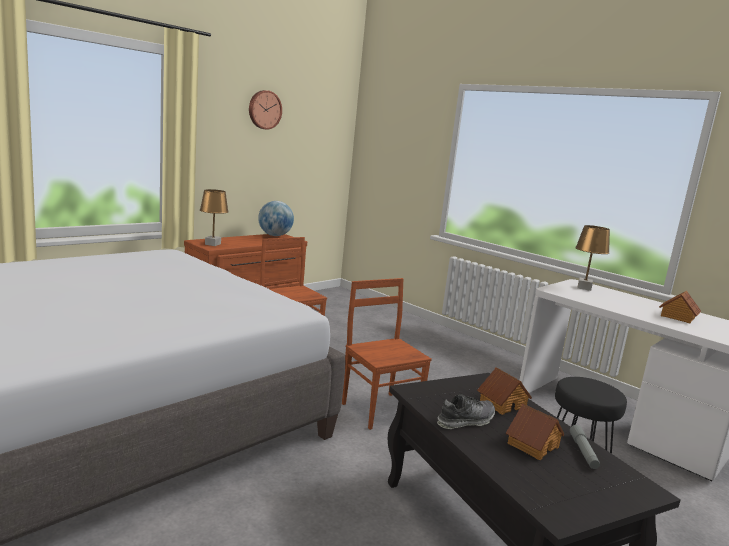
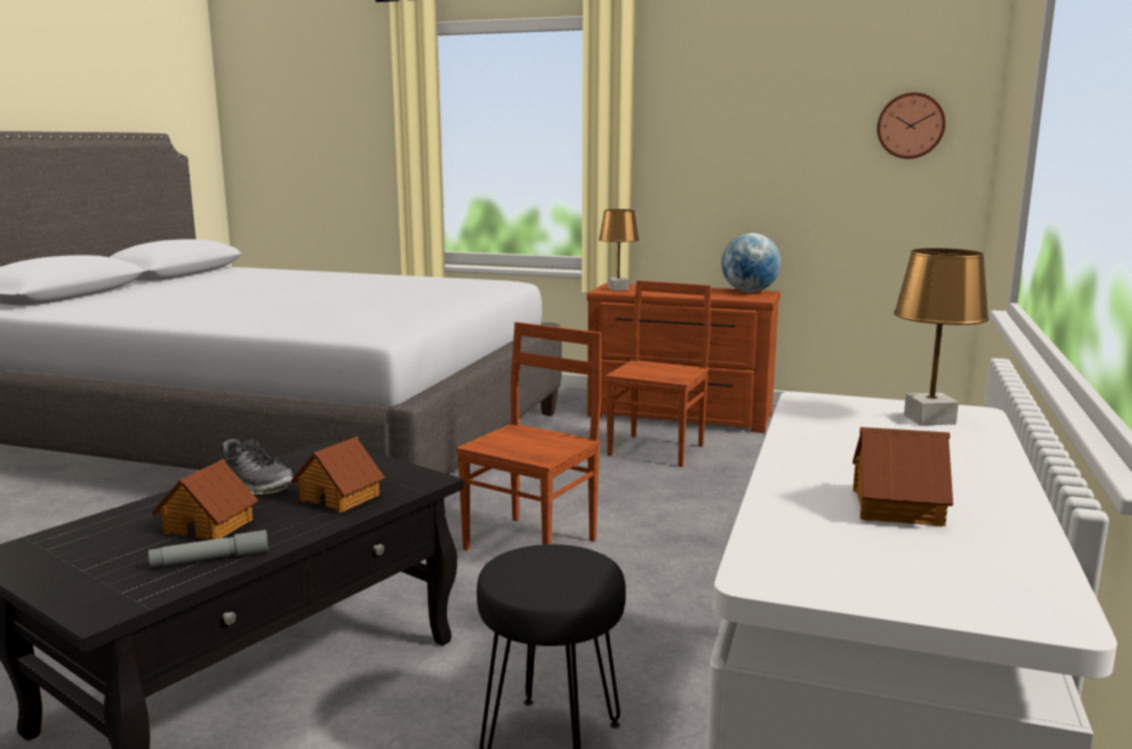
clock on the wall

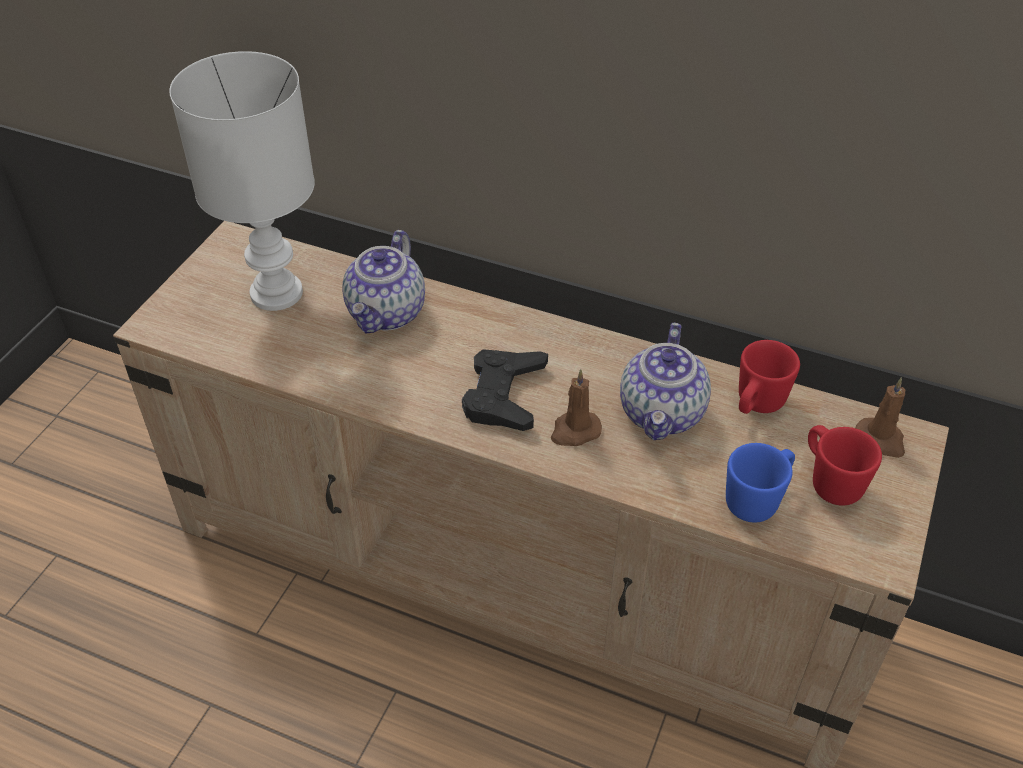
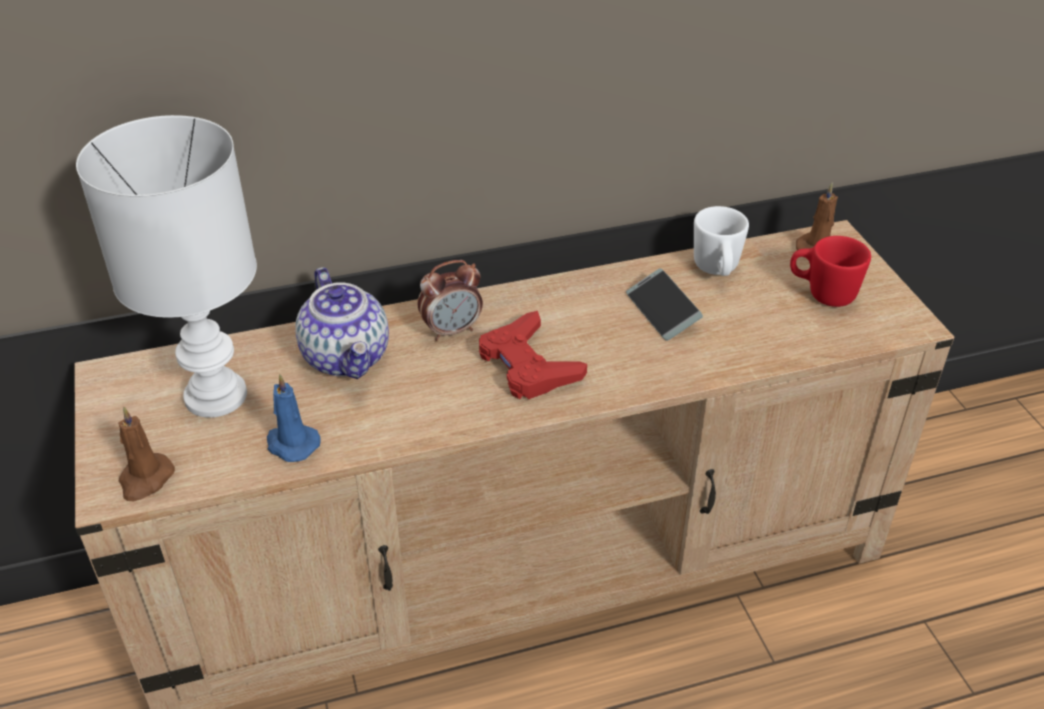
brownish wax candle (1st from left); blue-coloured wax candle; table clock; red joypad; handset; white-coloured tea mug; blue-coloured tea mug

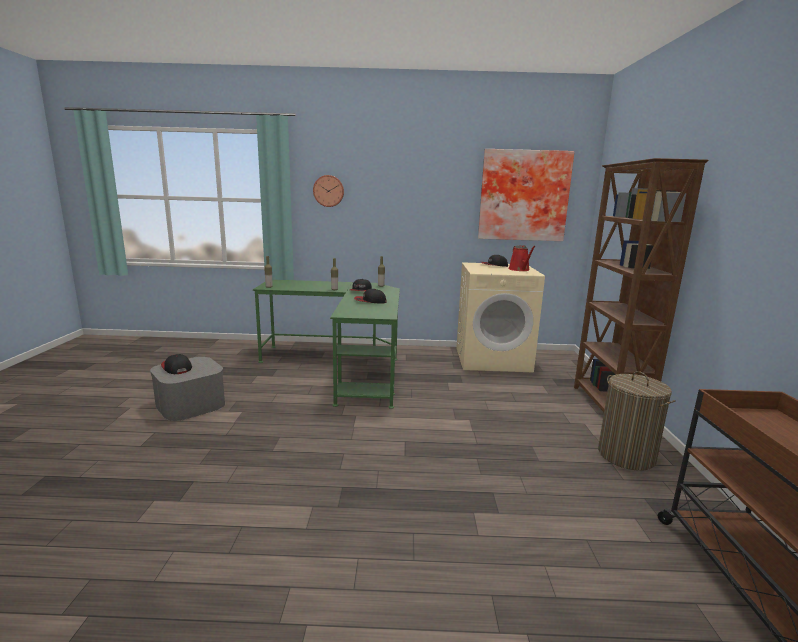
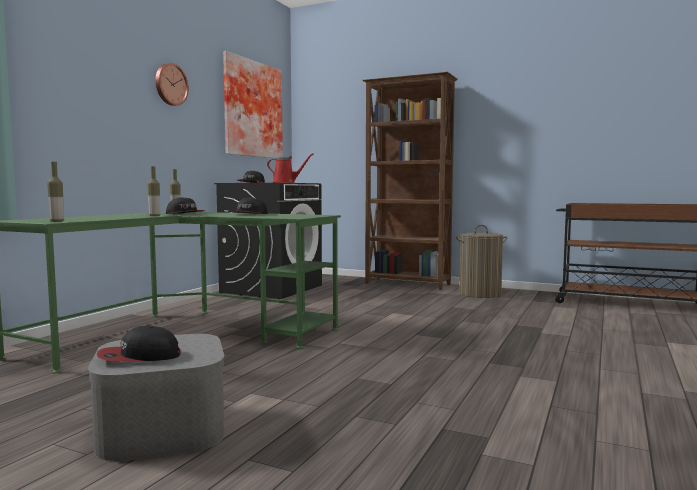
clock on the wall; blackish laundry machine

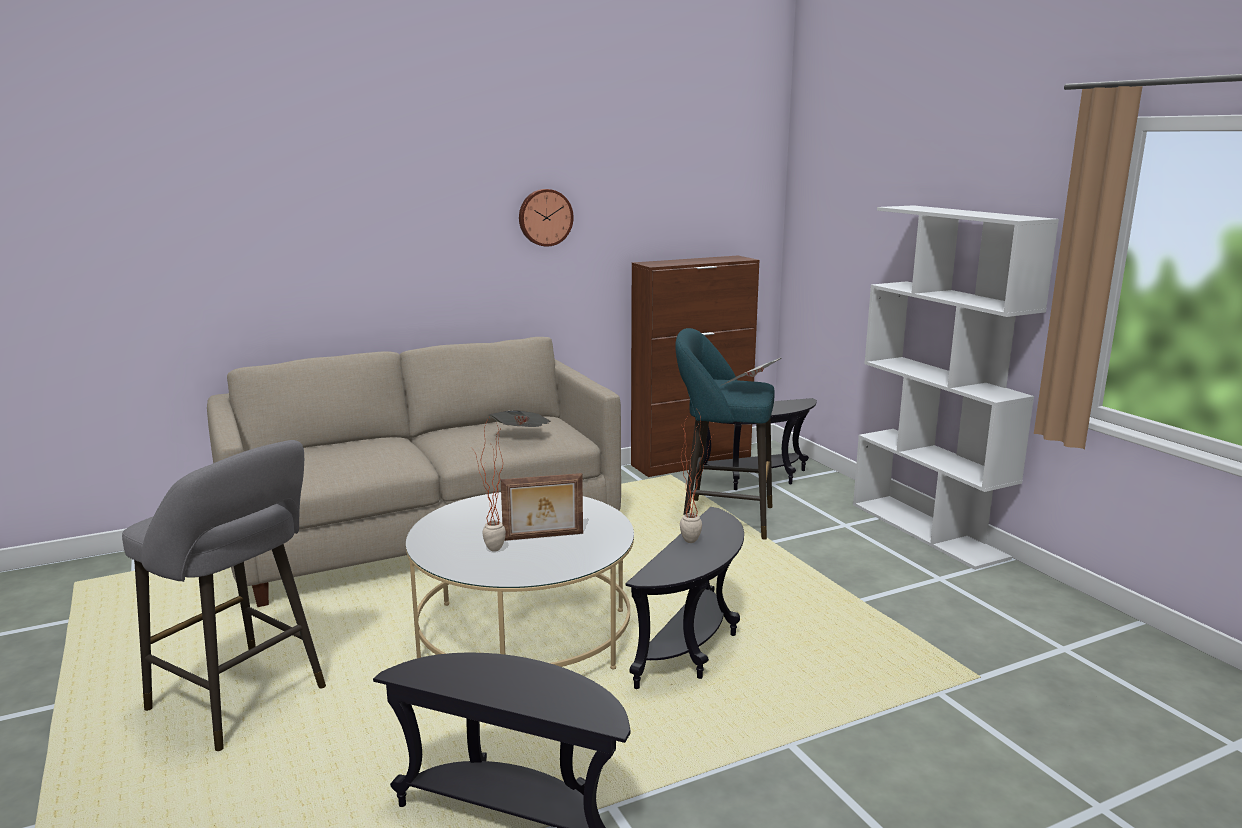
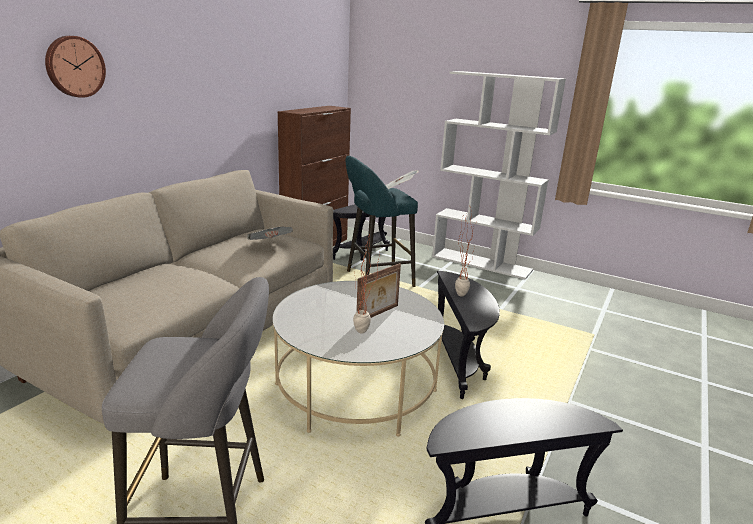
clock on the wall

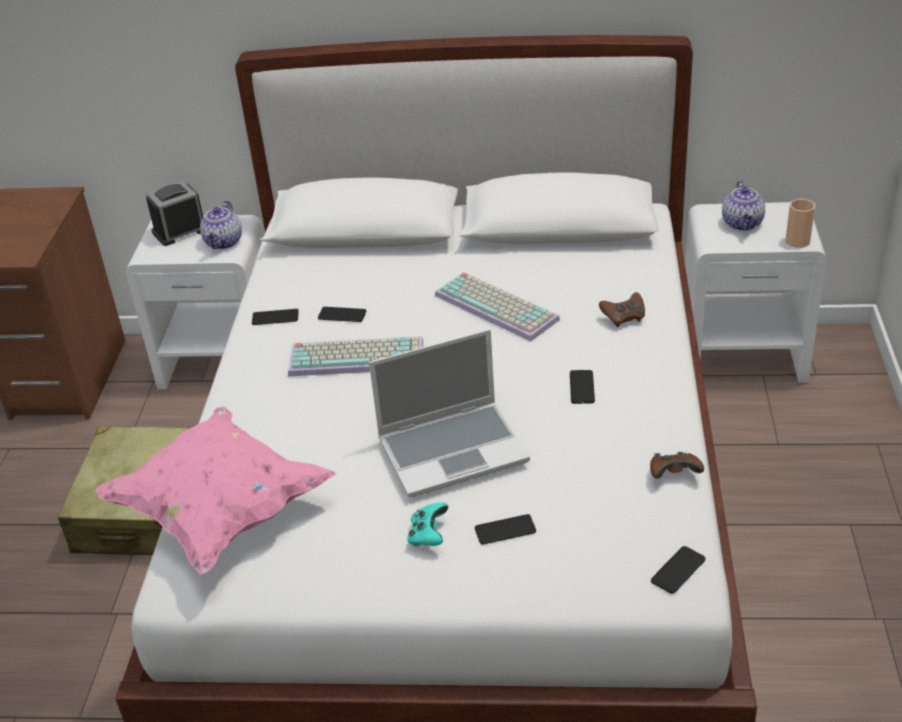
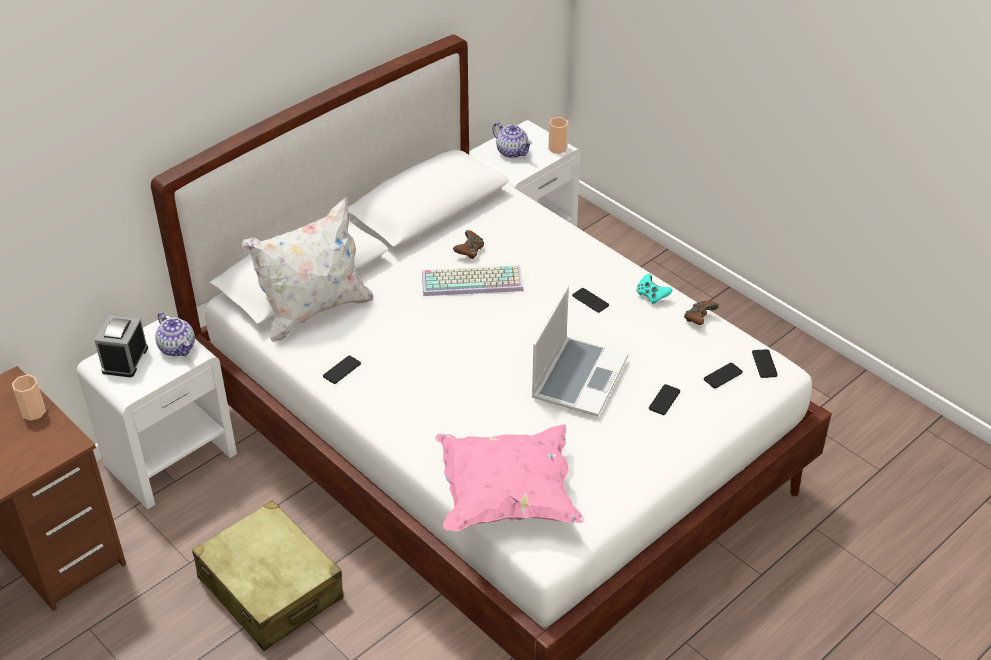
small cup (1st from left); white-coloured pillow; brownish joypad (1st from left); turquoise joypad; handset (4th from left); computer keyboard (1st from left in the first image)

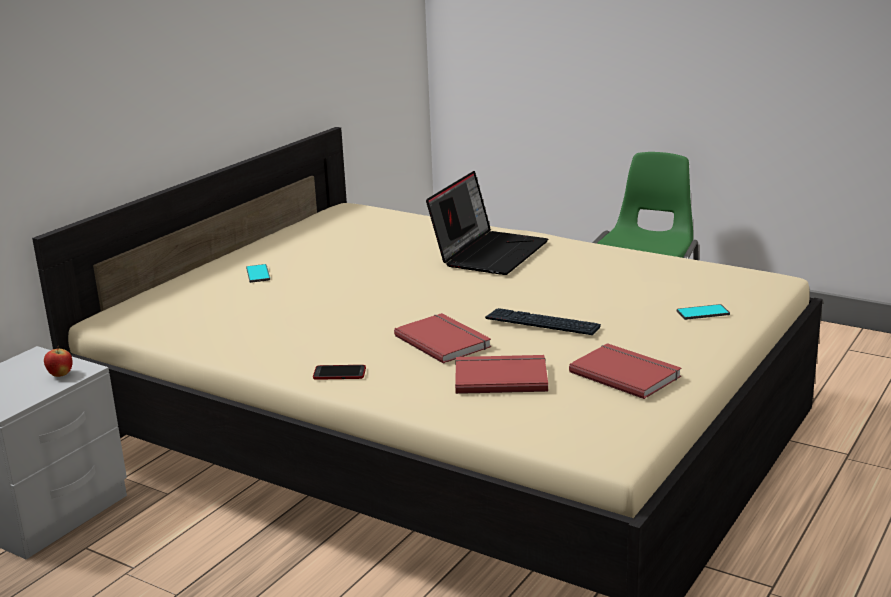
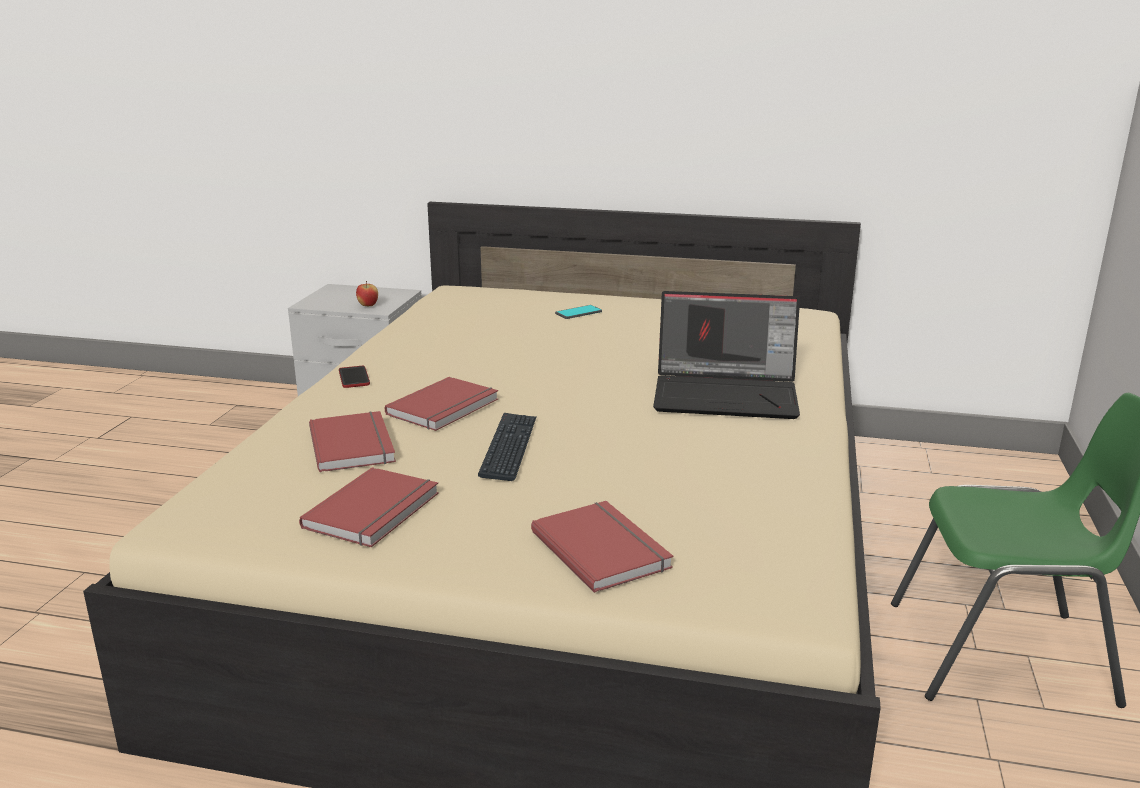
red volume (4th from left)

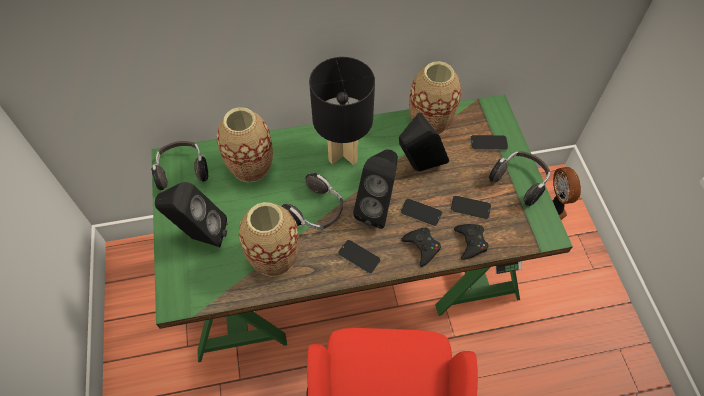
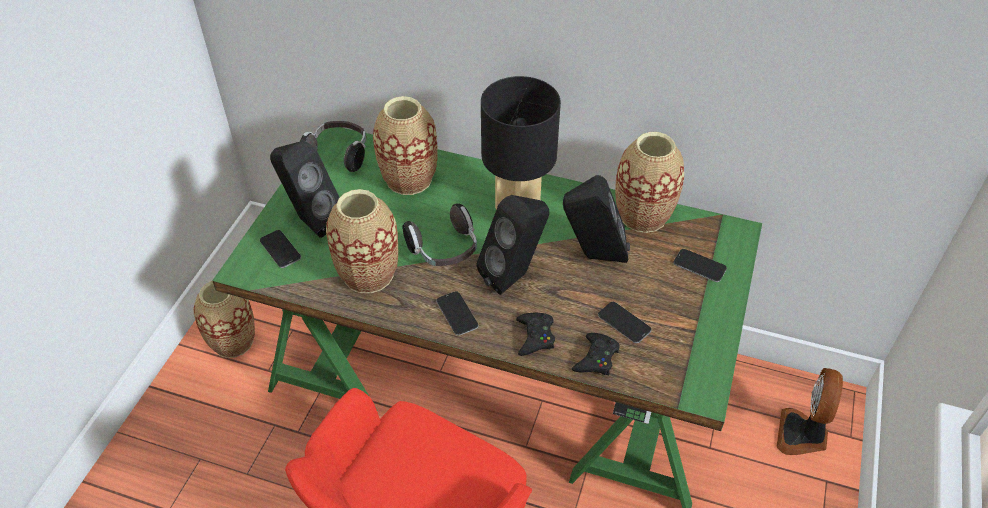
vase (1st from left); handset (1st from left); headphones (3rd from left in the first image)

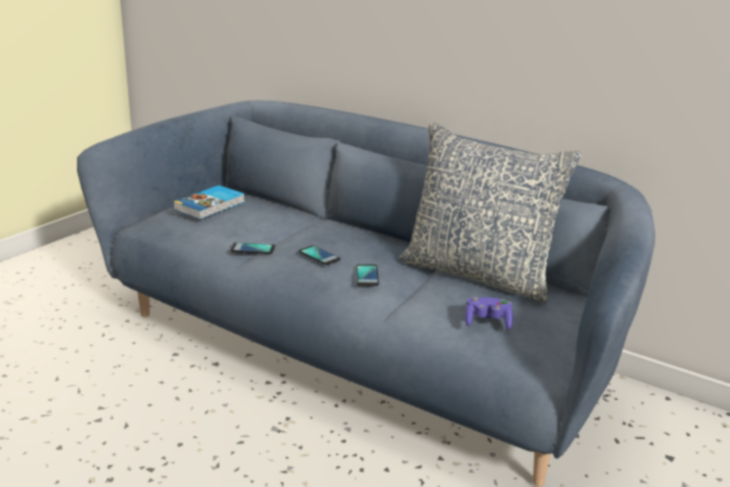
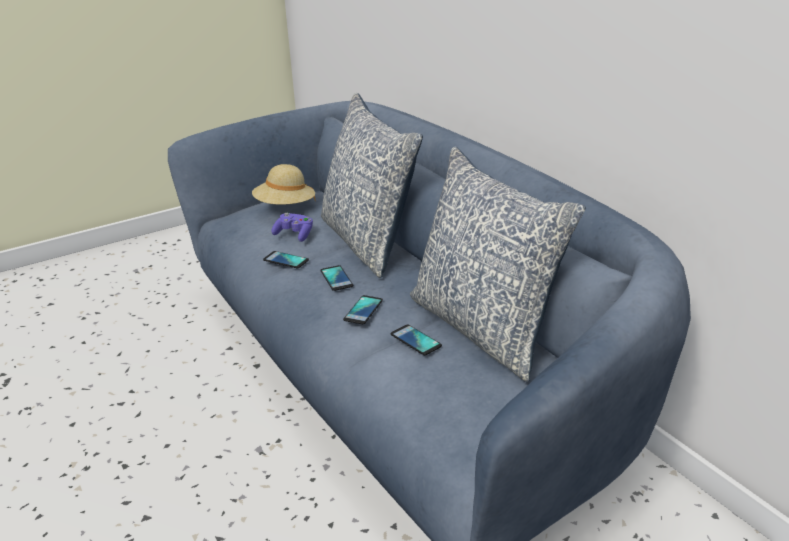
beige-coloured hat; purple-coloured joypad; pillow (1st from left); handset (4th from left)

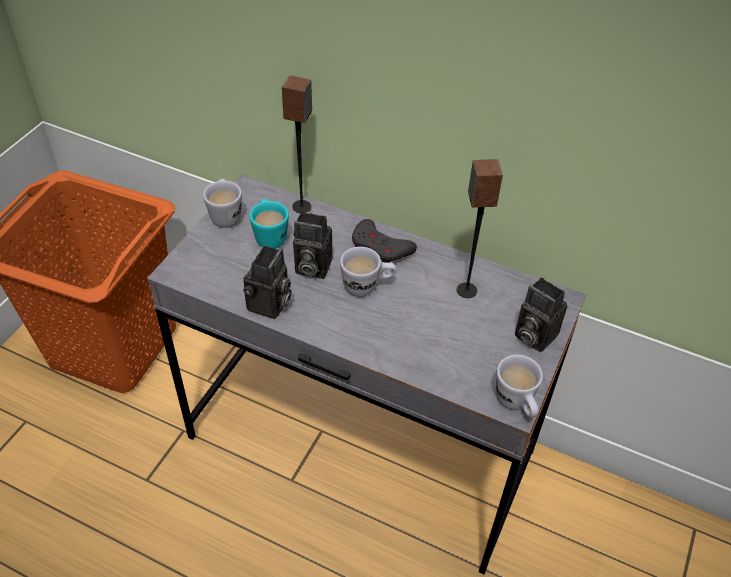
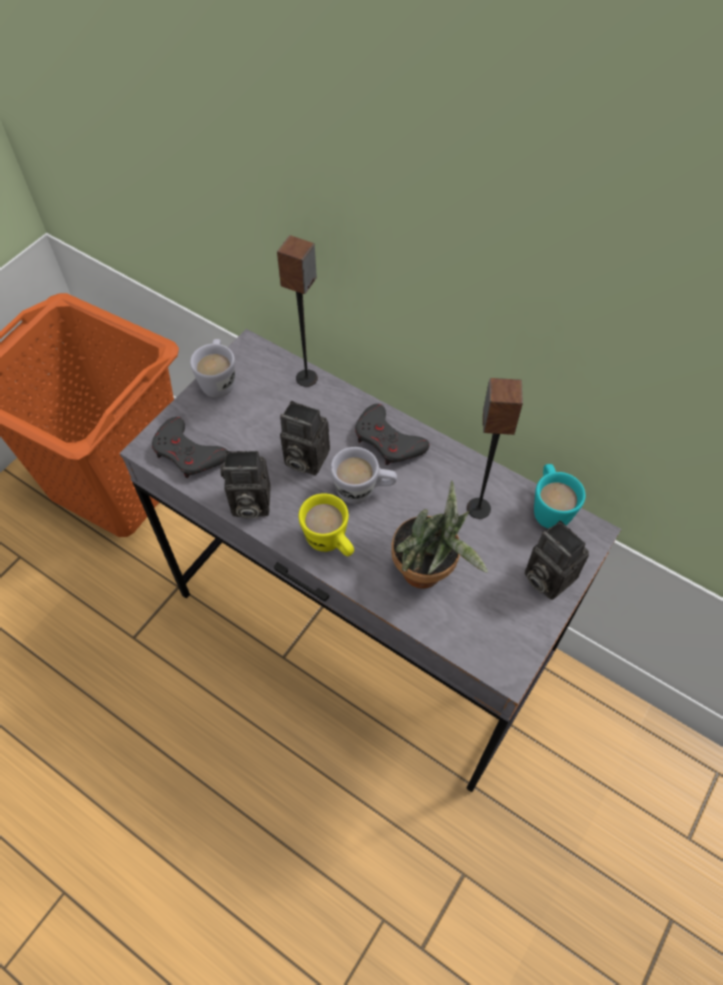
gray joypad (1st from left); photo camera (1st from left); yellow tea mug; potted plant; turquoise tea mug; white-coloured tea mug (3rd from left in the first image)

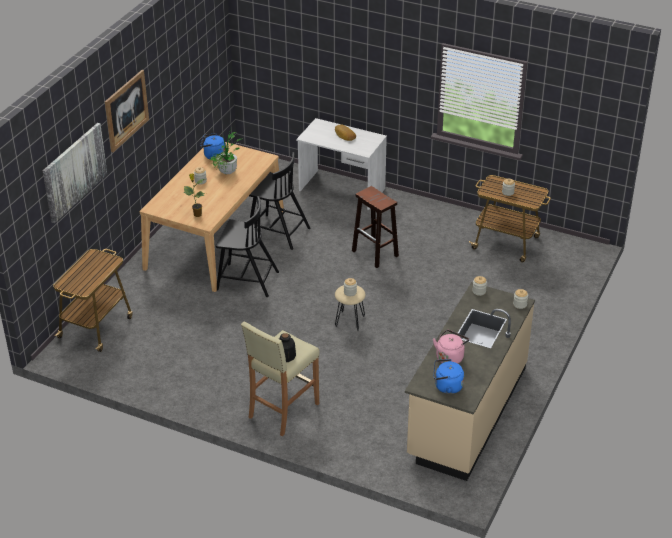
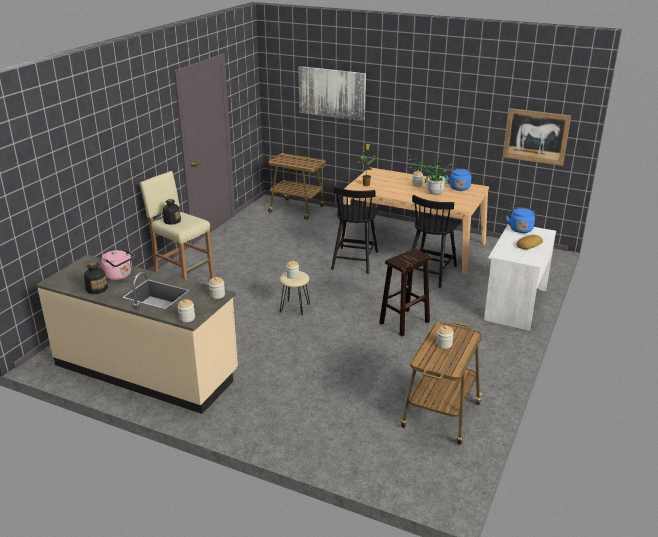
drink bottle (1st from left); wall picture (2nd from left); blue-coloured kettle (2nd from left)

